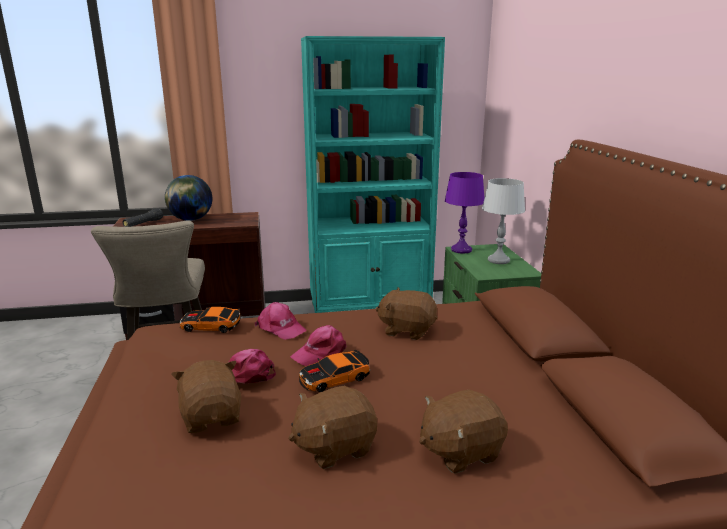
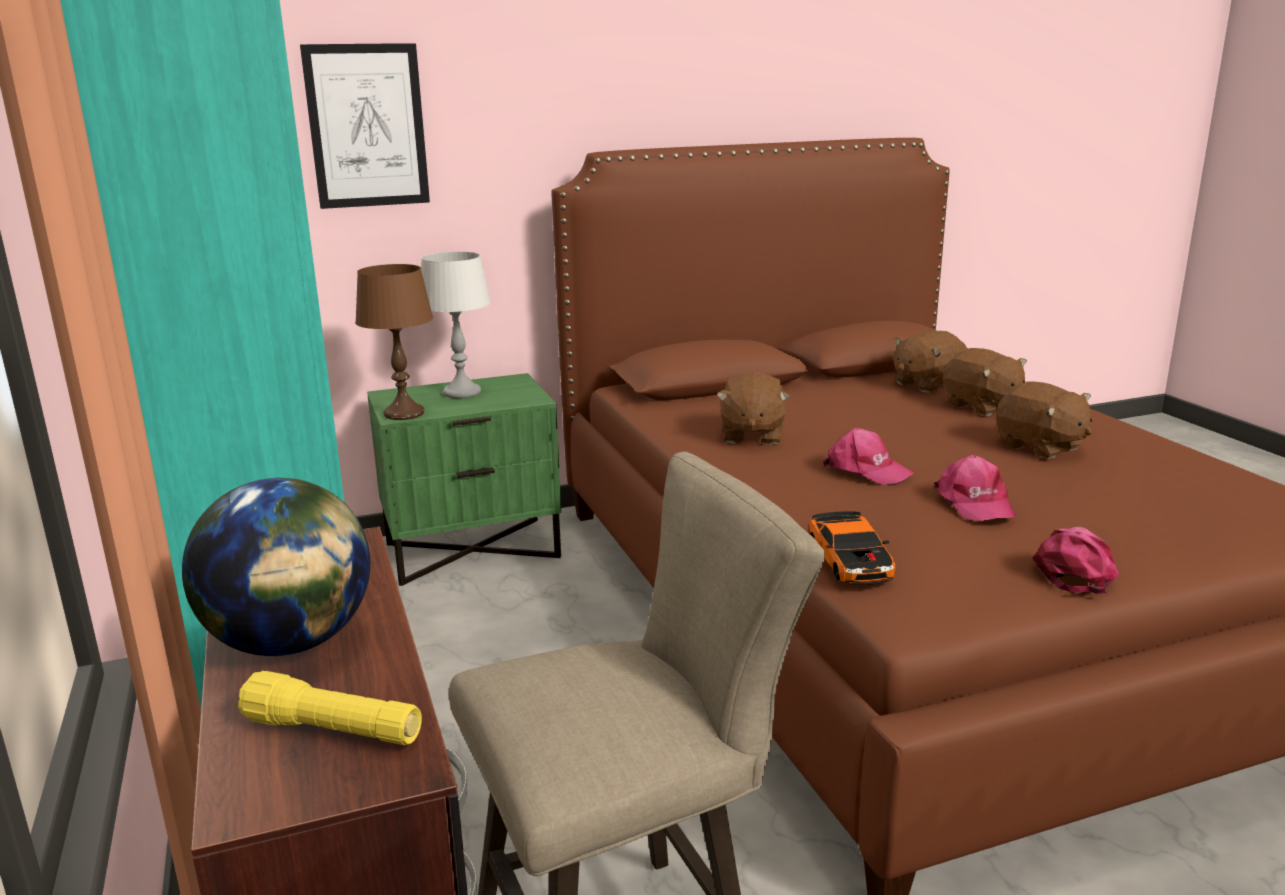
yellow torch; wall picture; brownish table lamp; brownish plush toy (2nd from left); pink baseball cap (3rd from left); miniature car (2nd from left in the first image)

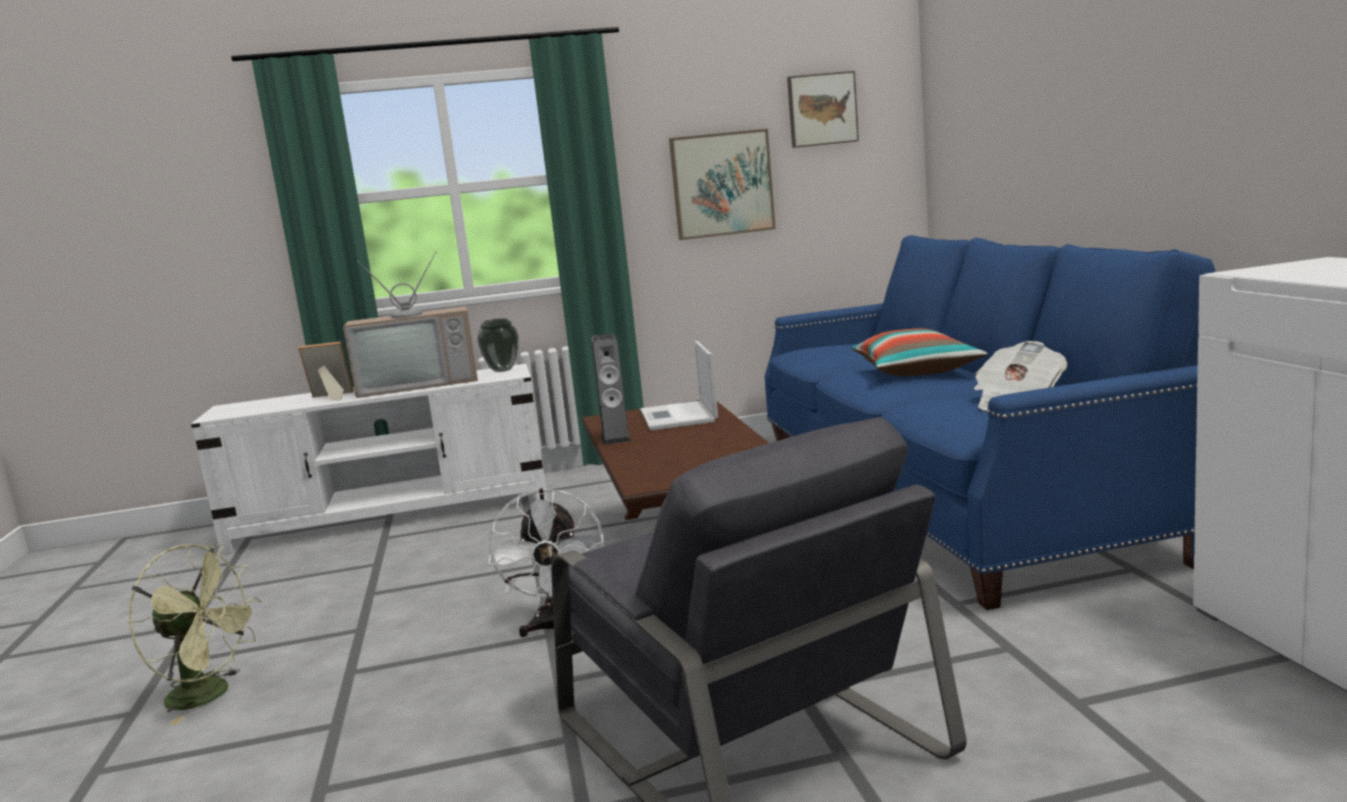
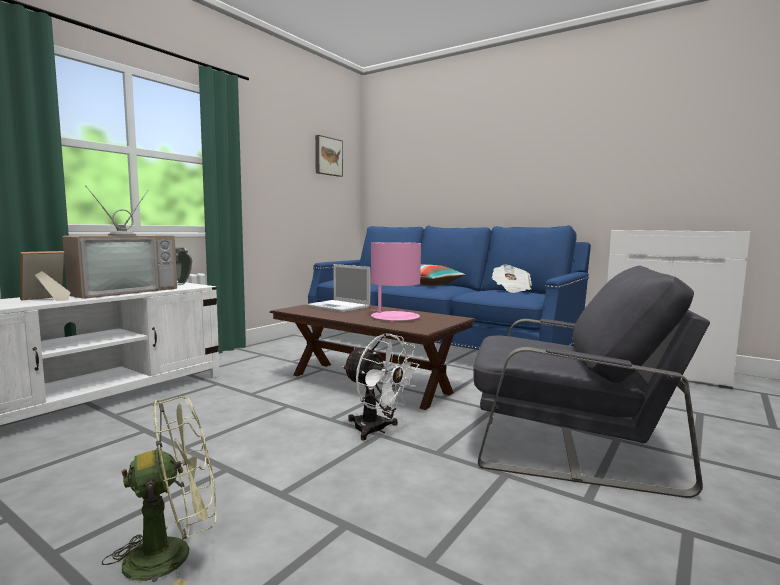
pink table lamp; loudspeaker; wall picture (1st from left in the first image)

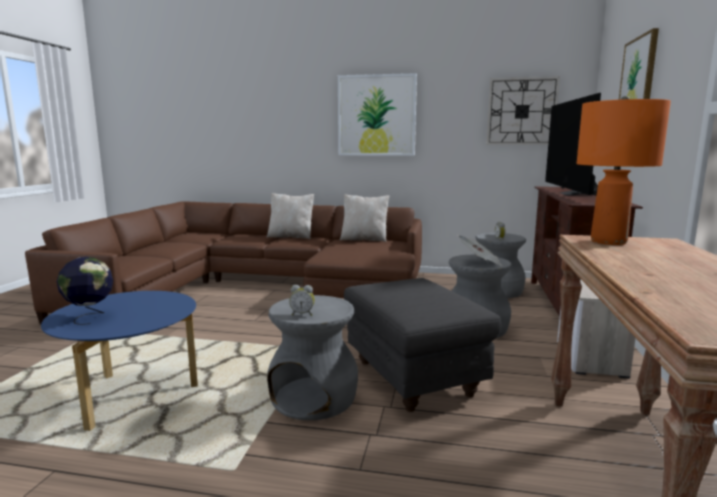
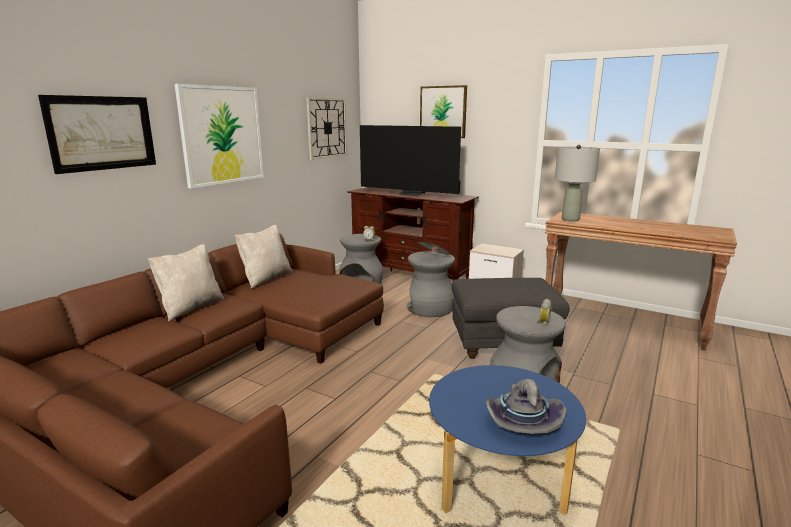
wall picture (1st from left); gray hat; gray table lamp

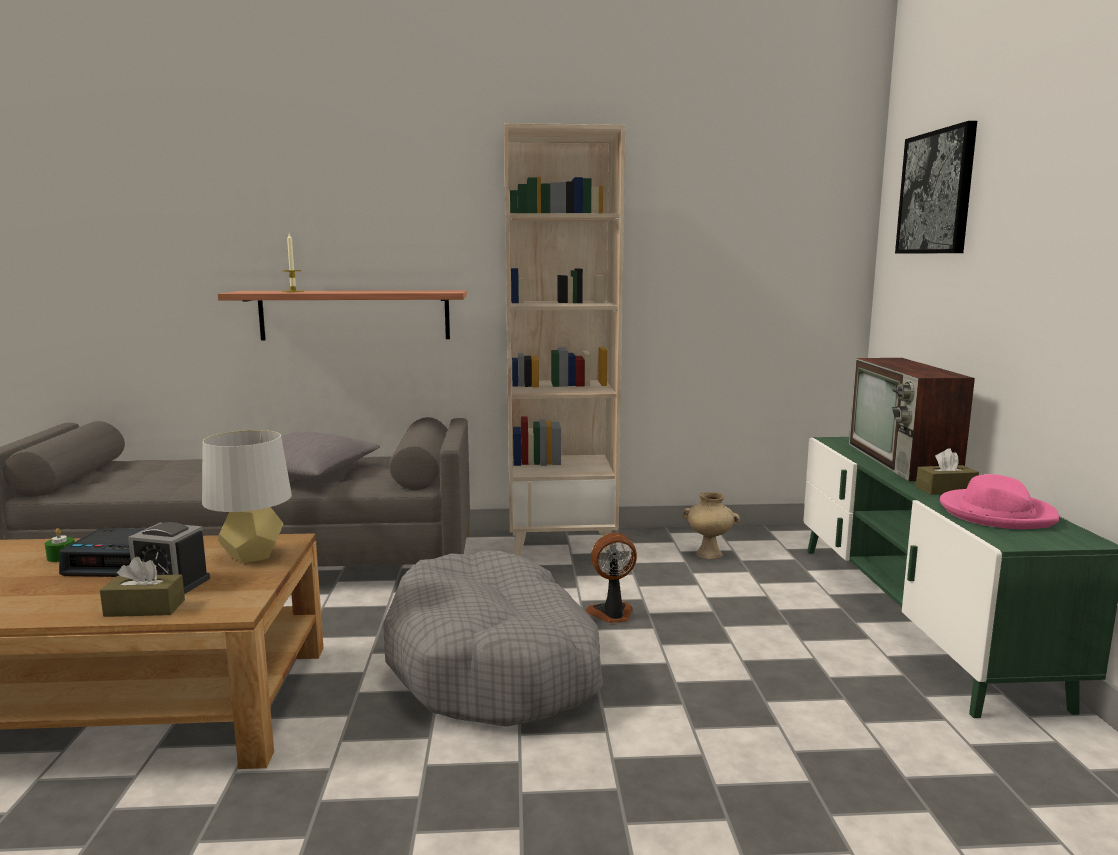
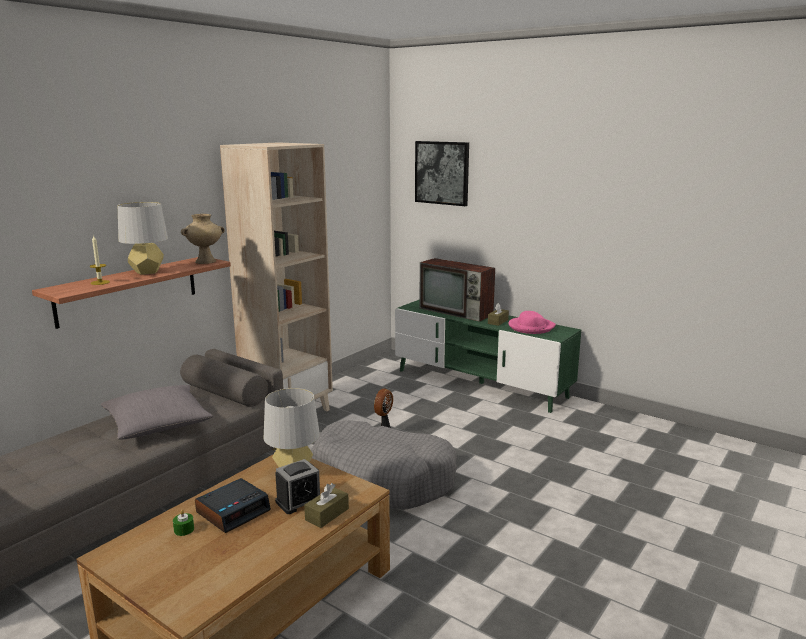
gray table lamp (1st from left); beige-coloured vase

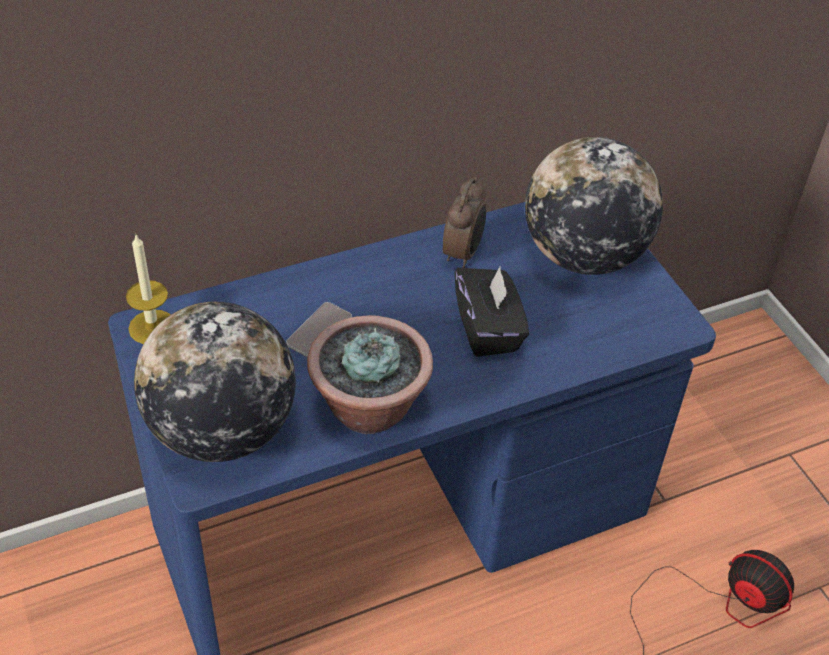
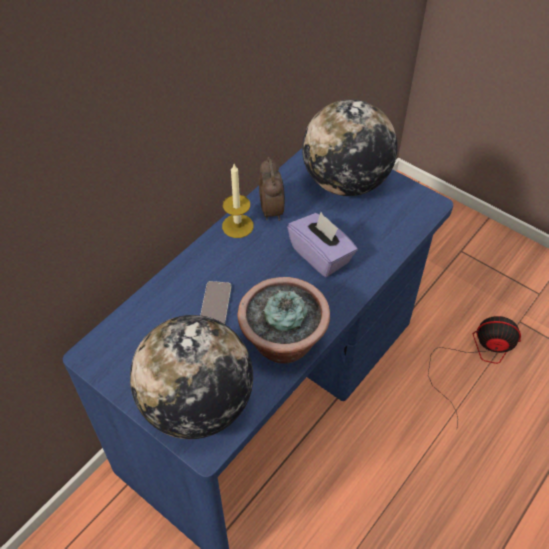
wax candle; purple-coloured tissue box

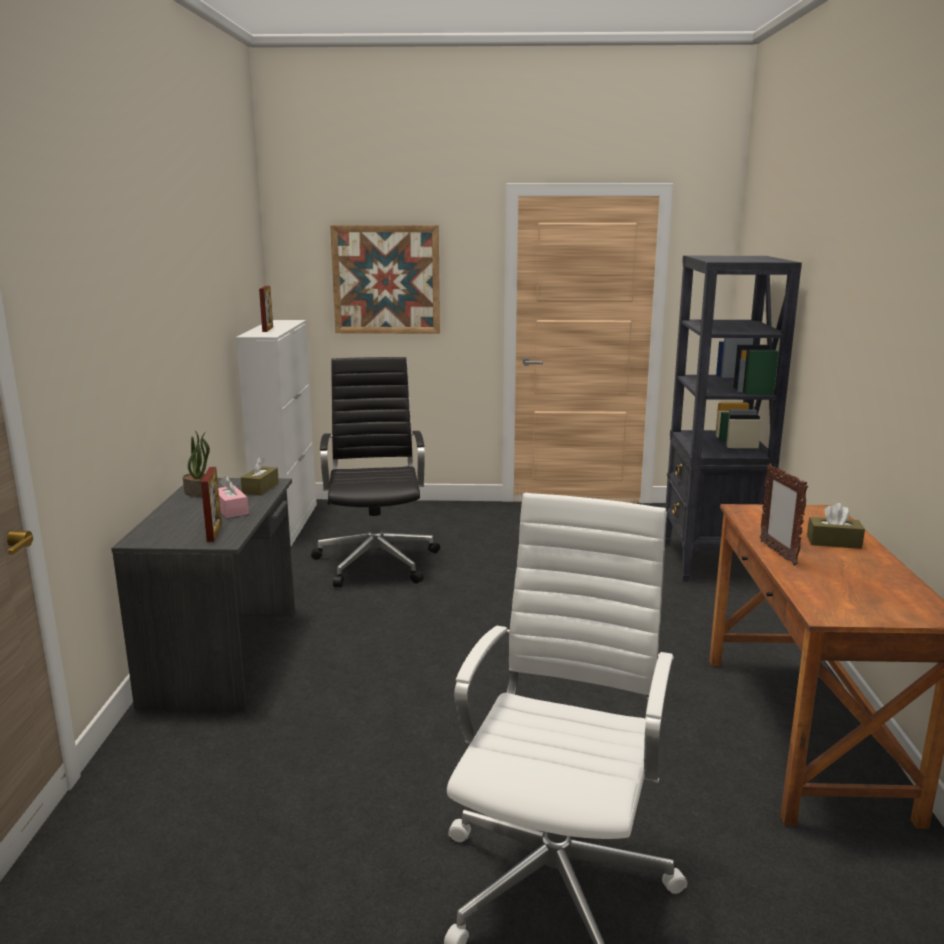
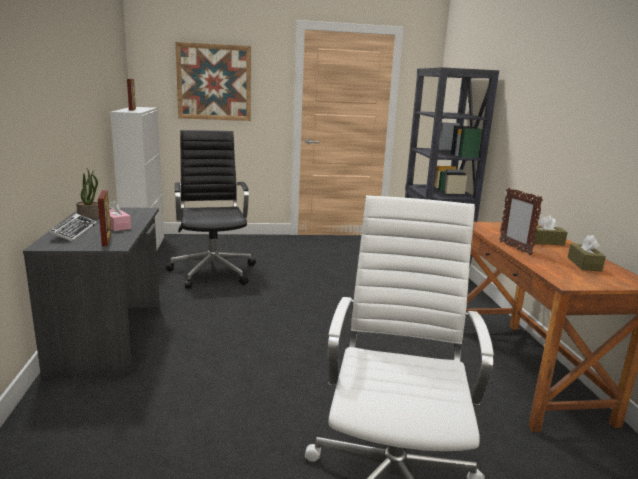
computer keyboard; brownish tissue box (2nd from left)

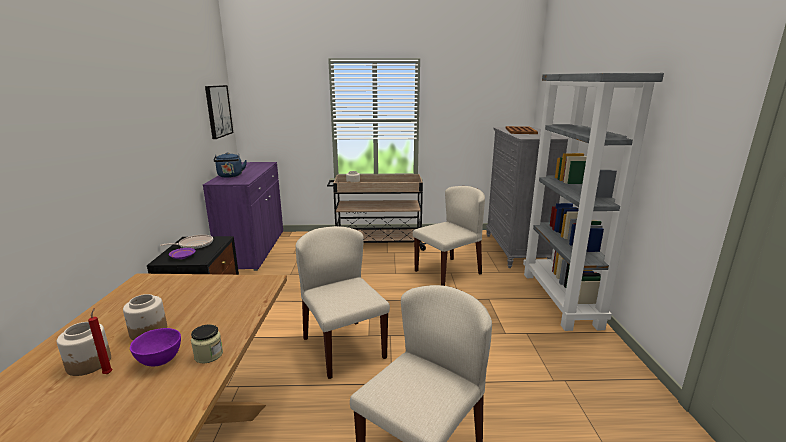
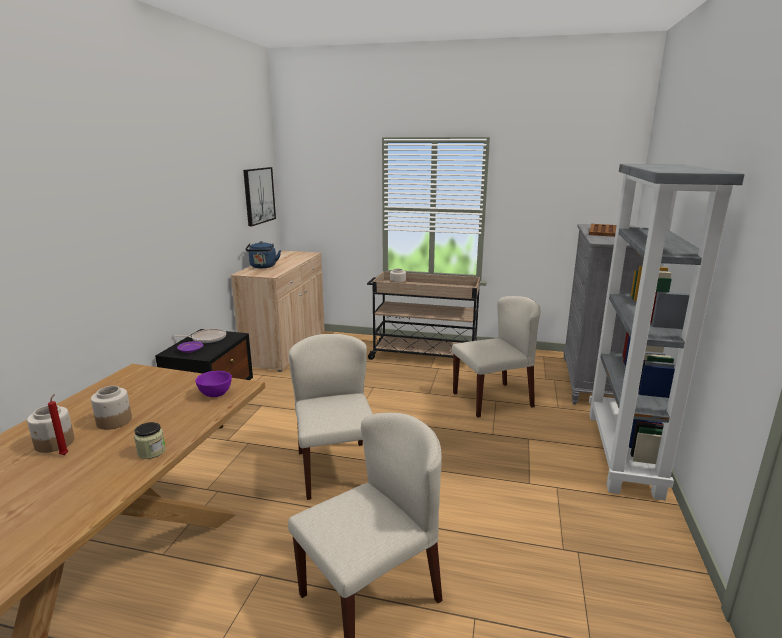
purple-coloured bowl; beige-coloured storage cabinet

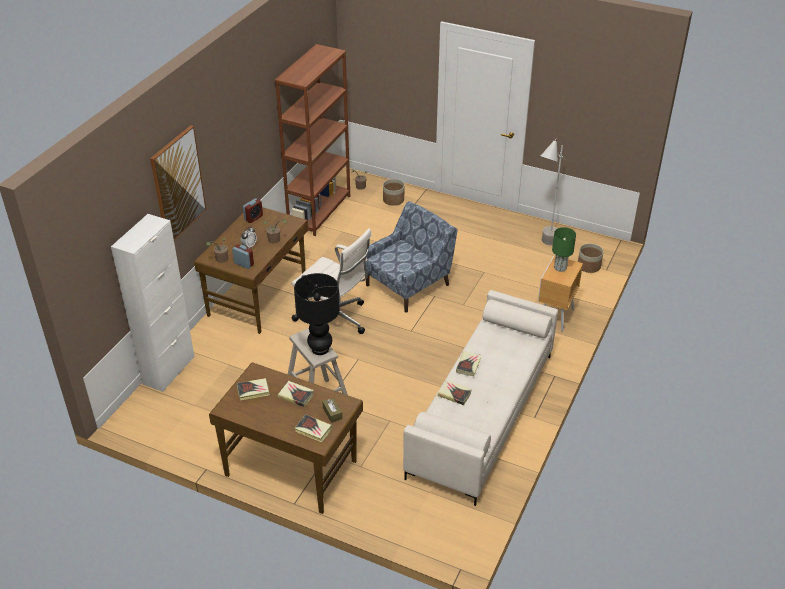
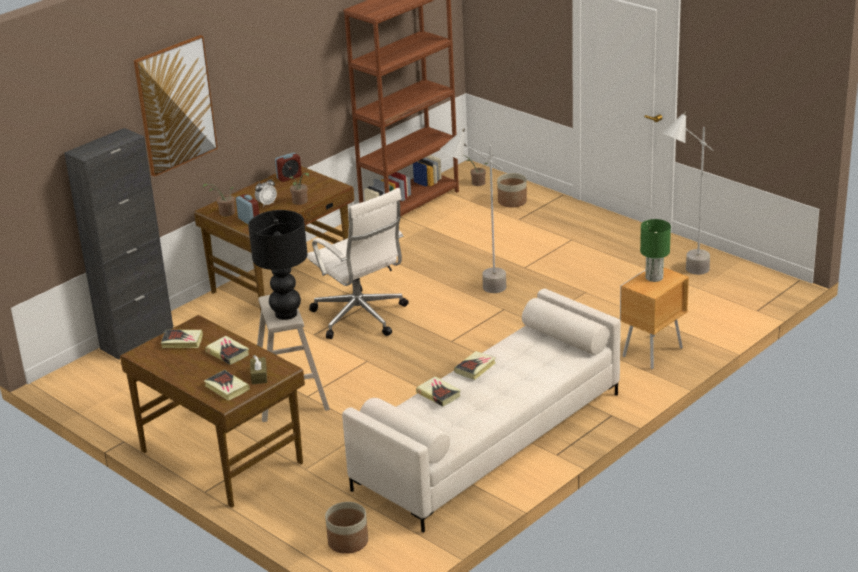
blackish storage cabinet; plant pot (1st from left); gray floor lamp (1st from left)

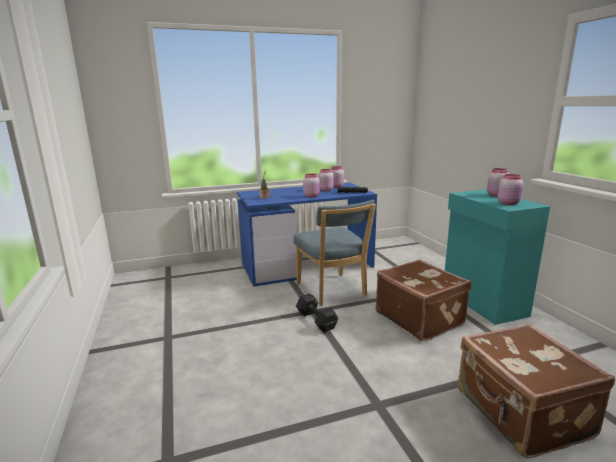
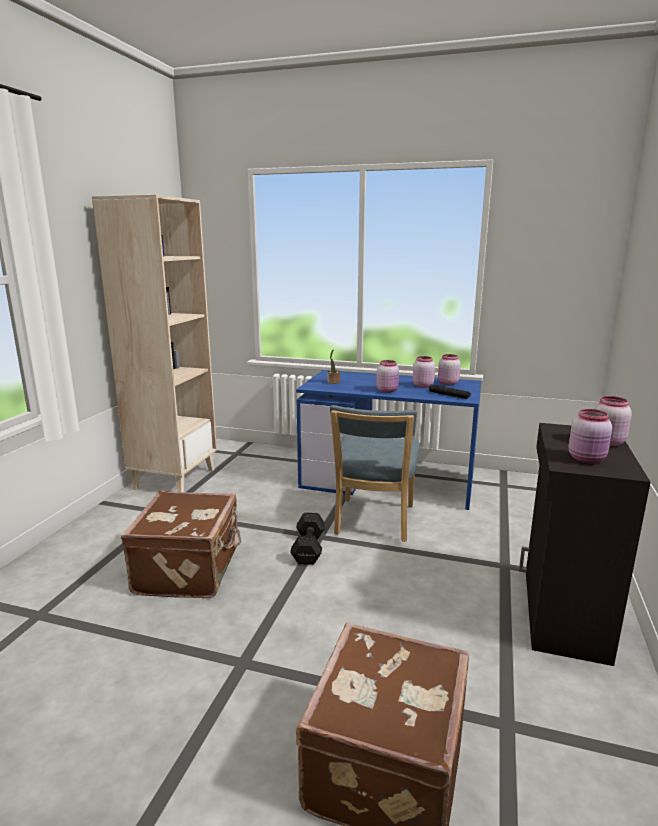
beige-coloured bookshelf; brownish travel case (1st from left); blackish storage cabinet

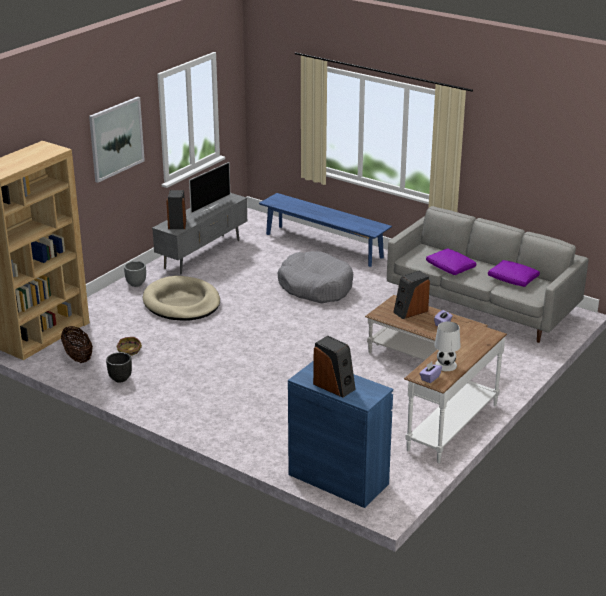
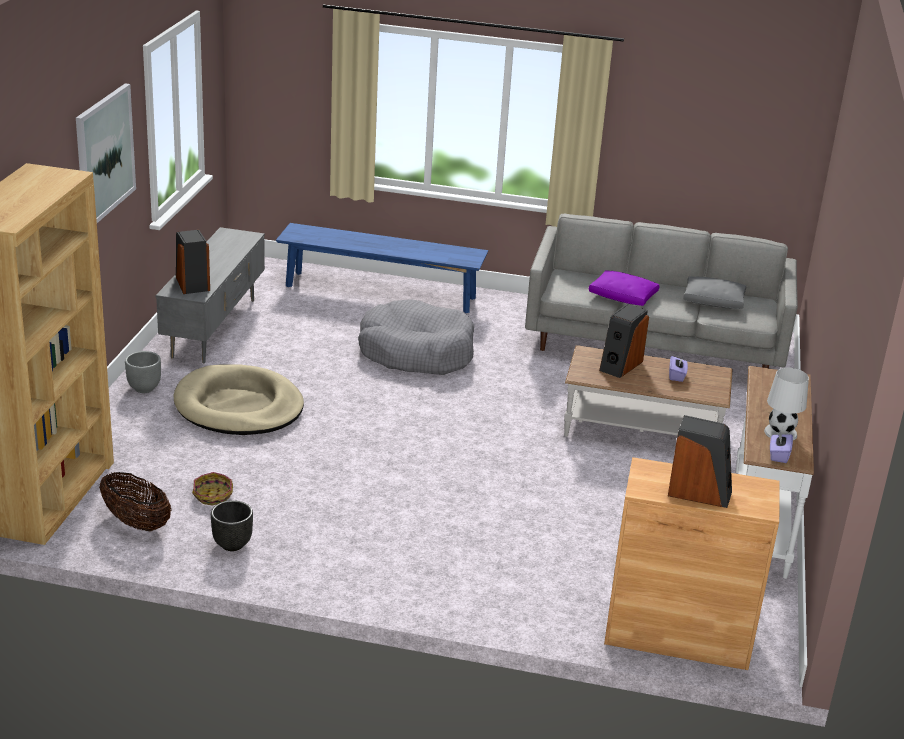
brownish storage cabinet; gray pillow; TV

